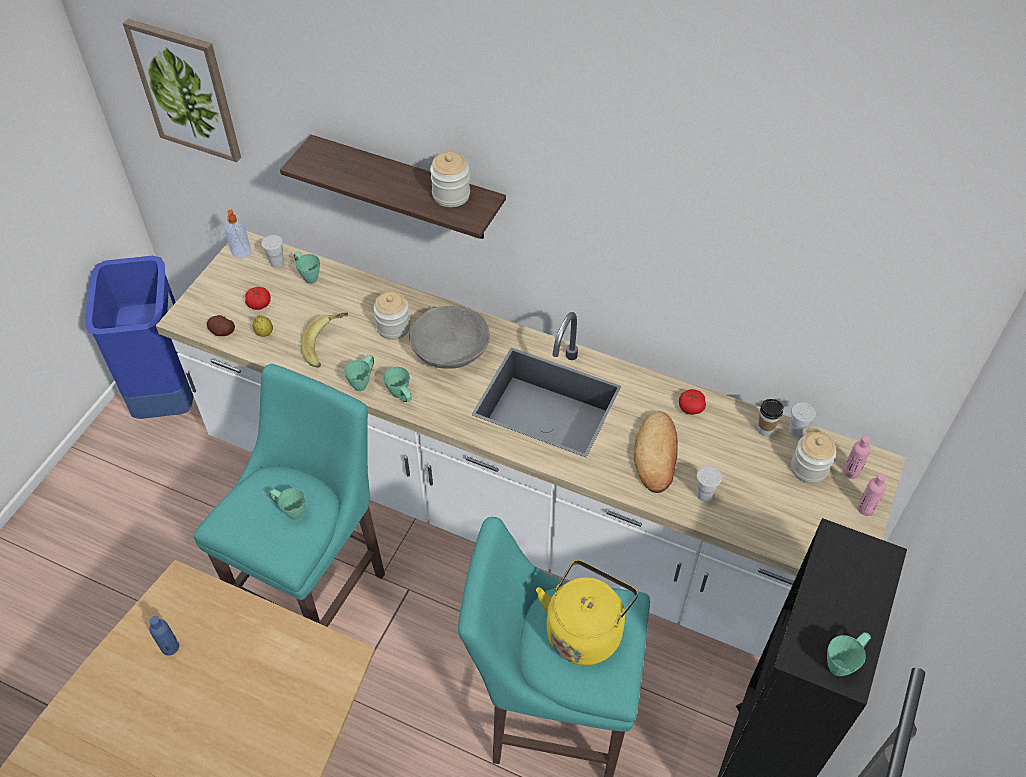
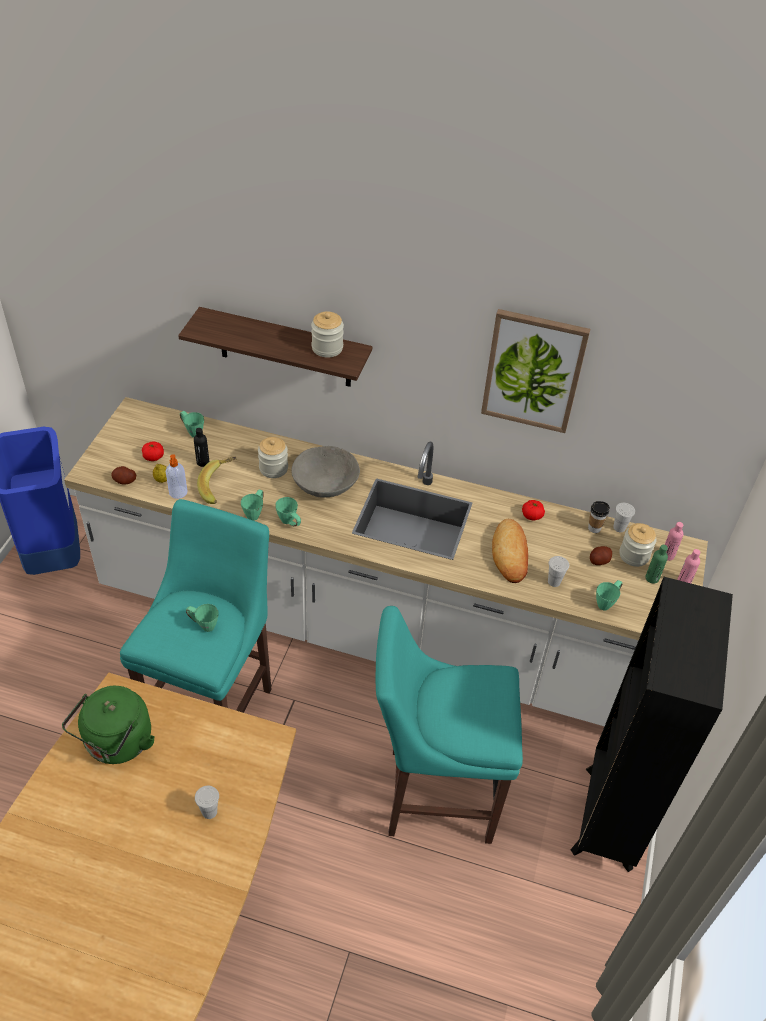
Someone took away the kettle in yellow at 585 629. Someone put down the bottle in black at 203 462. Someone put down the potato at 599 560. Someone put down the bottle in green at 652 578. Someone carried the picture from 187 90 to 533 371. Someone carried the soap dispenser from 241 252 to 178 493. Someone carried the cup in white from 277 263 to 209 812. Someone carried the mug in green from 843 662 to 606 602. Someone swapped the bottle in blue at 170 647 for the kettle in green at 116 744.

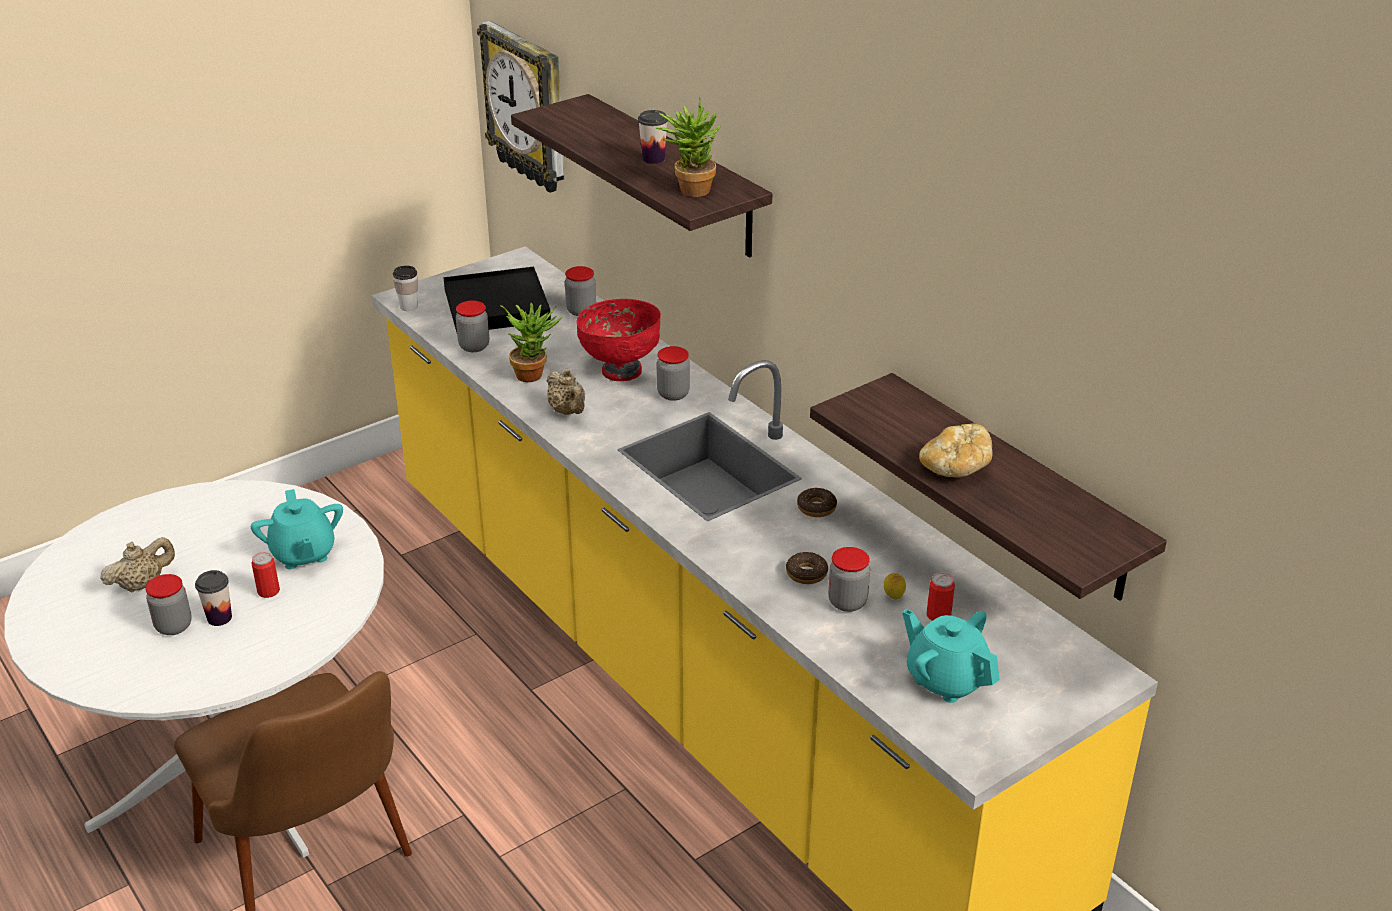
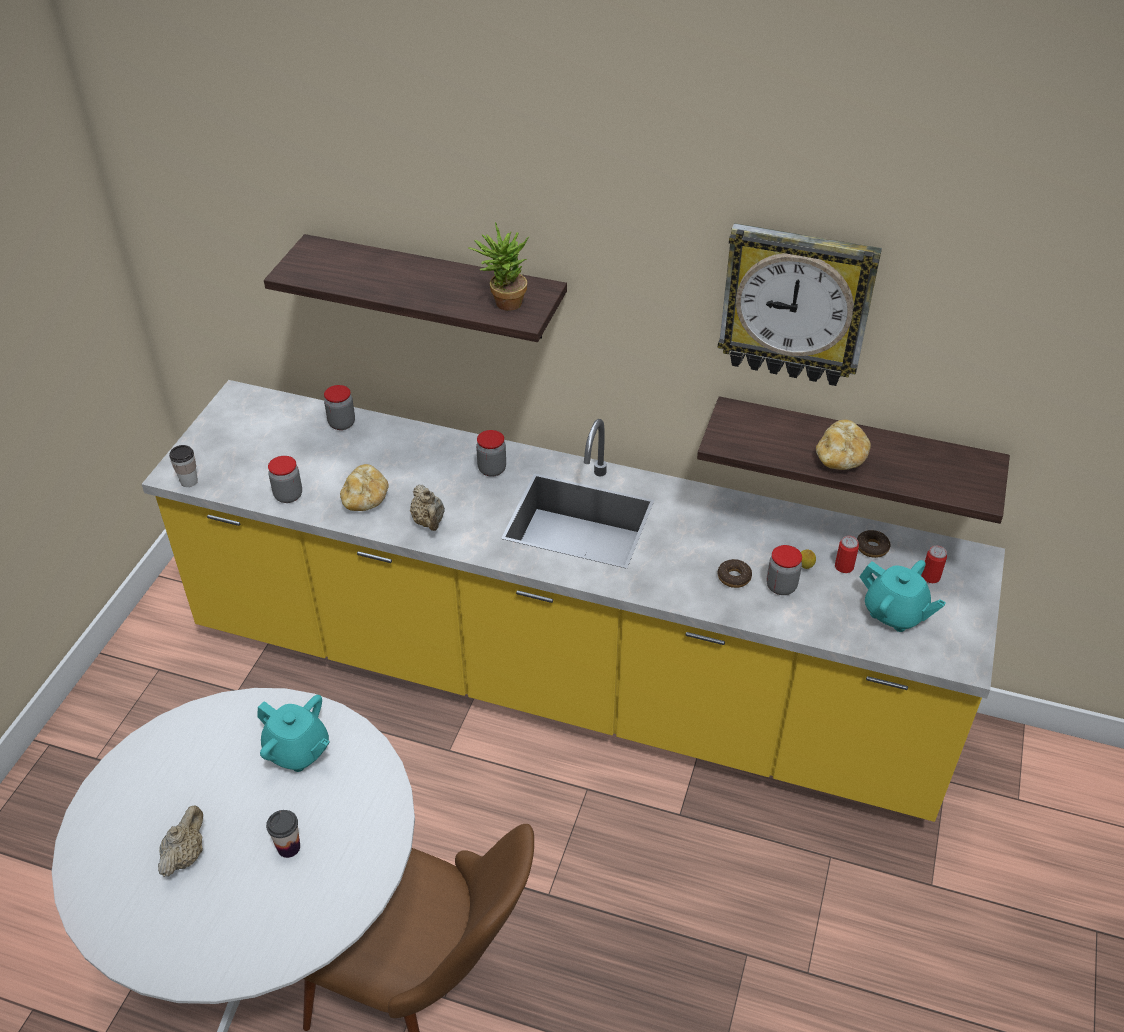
Someone took away the jar at 173 626. Someone took away the tray in black at 497 305. Someone took away the bowl in red at 621 370. Someone took away the cup at 653 159. Someone carried the can from 268 591 to 930 577. Someone carried the wall clock from 528 107 to 796 305. Someone carried the donut from 816 508 to 872 547. Someone swapped the potted plant at 534 373 for the bread at 365 499. Someone rotated the teapot in beige at 568 411 by 45 degrees clockwise. Someone rotated the teapot in turquoise at 946 679 by 150 degrees counterclockwise.

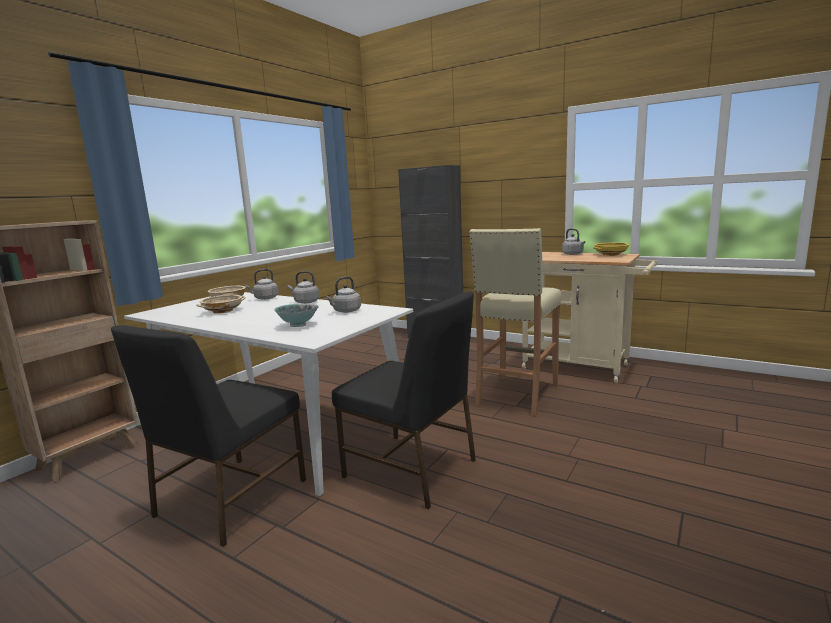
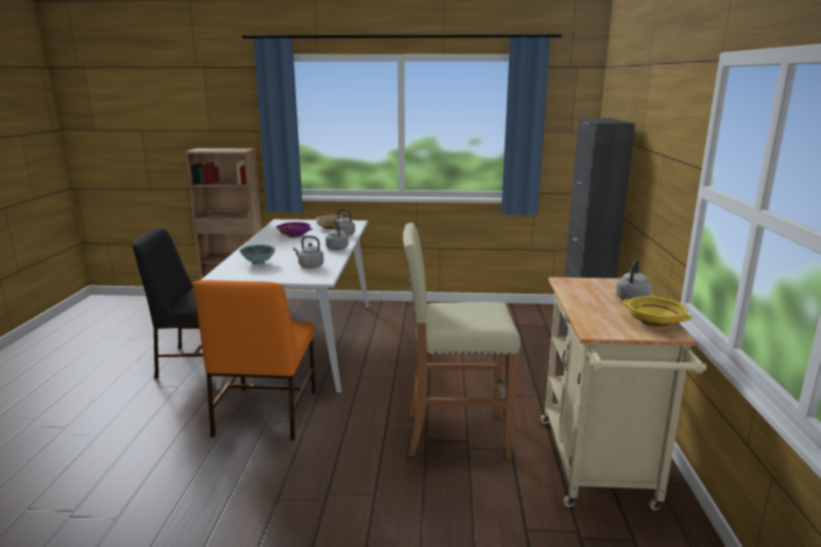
Someone repainted the bowl in beige at 223 311, which became the bowl in purple at 295 235. Someone repainted the chair in black at 411 469, which became the chair in orange at 265 414.

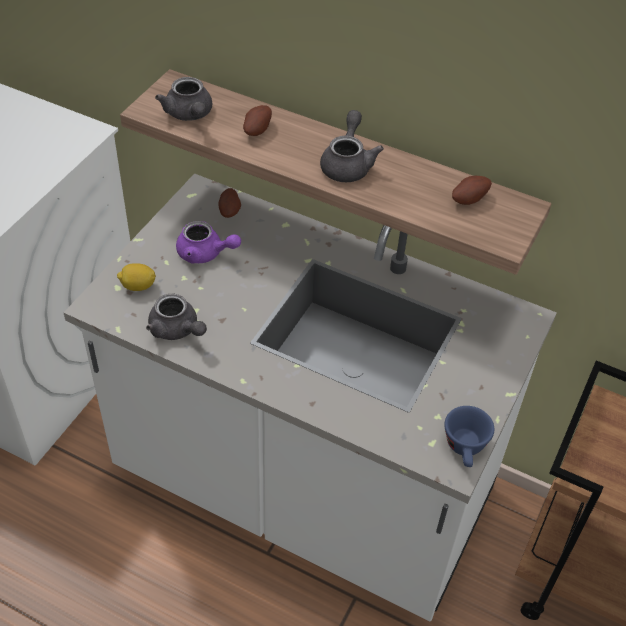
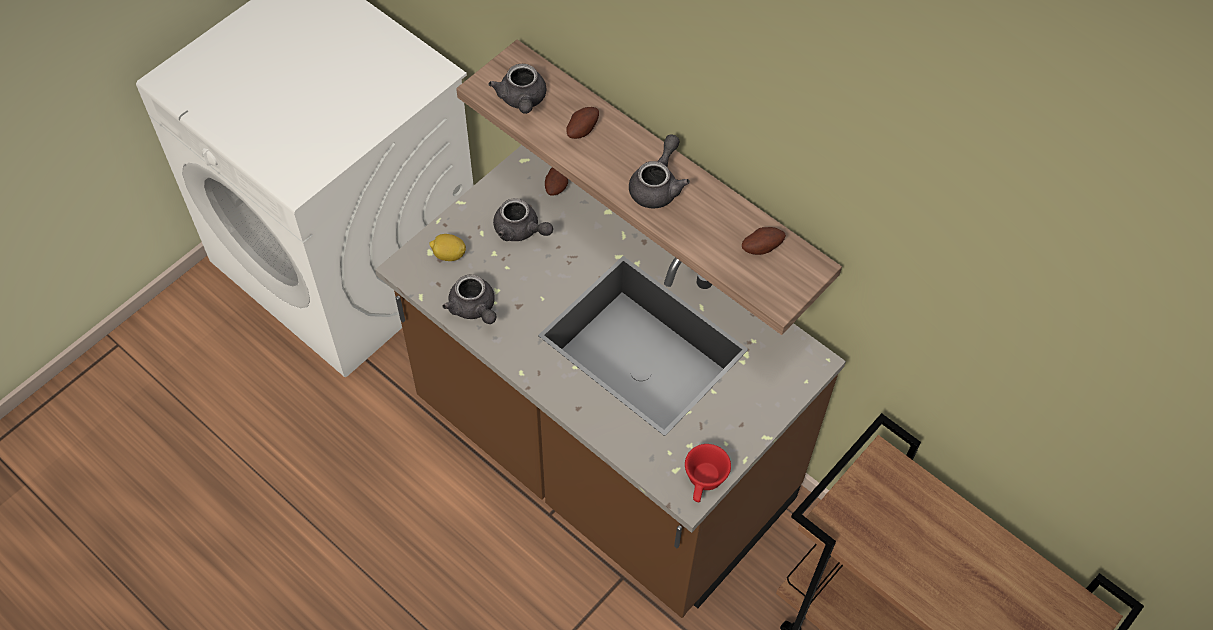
Someone repainted the counter in white at 303 487, which became the counter in brown at 602 456. Someone repainted the teapot in purple at 205 254, which became the teapot in grey at 521 230. Someone repainted the cup in blue at 465 449, which became the cup in red at 704 482.

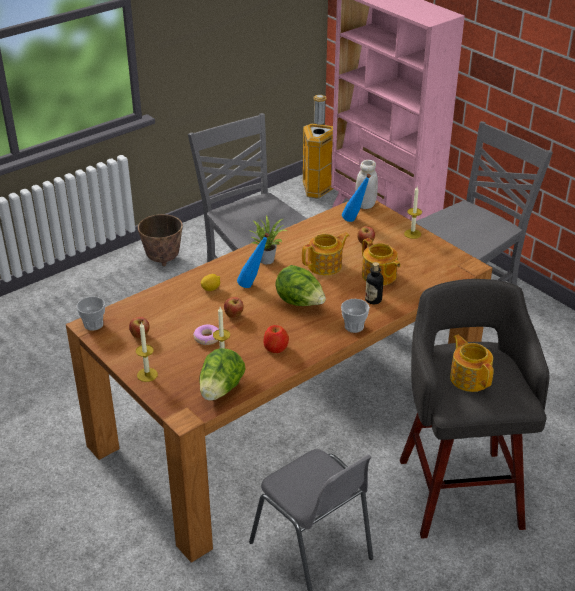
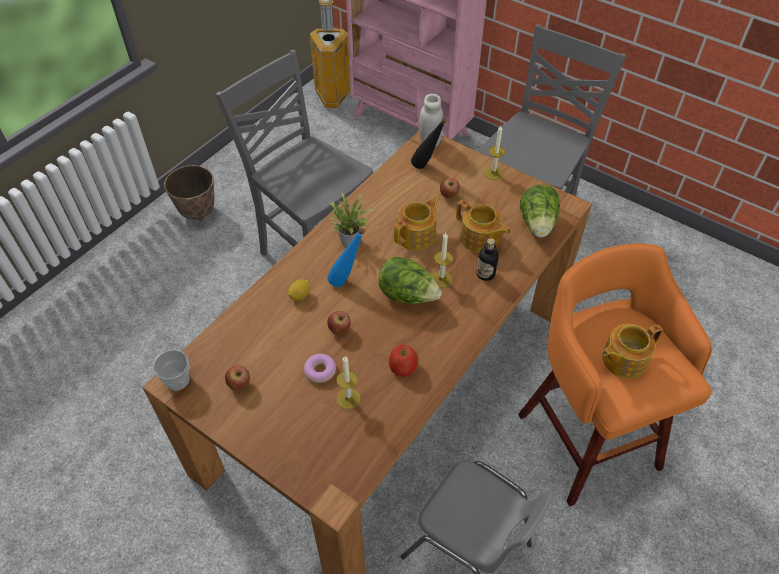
Someone took away the cup at 354 326. Someone carried the candle from 147 375 to 441 279. Someone carried the lettuce from 221 390 to 537 224. Someone repainted the bottle in blue at 355 221, which became the bottle in black at 427 167. Someone repainted the stool in grey at 459 489, which became the stool in orange at 586 436. Someone rotated the teapot at 469 378 by 75 degrees counterclockwise.

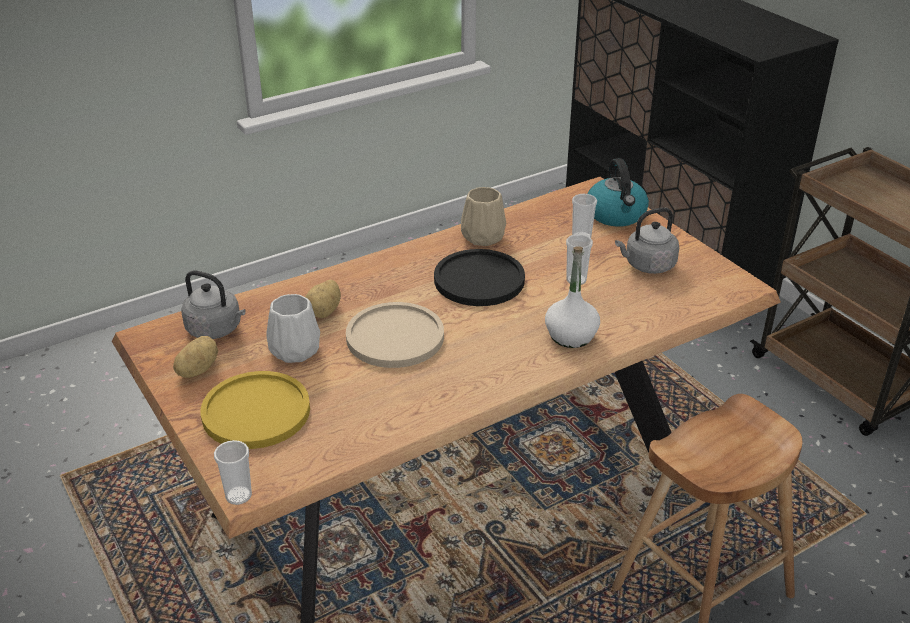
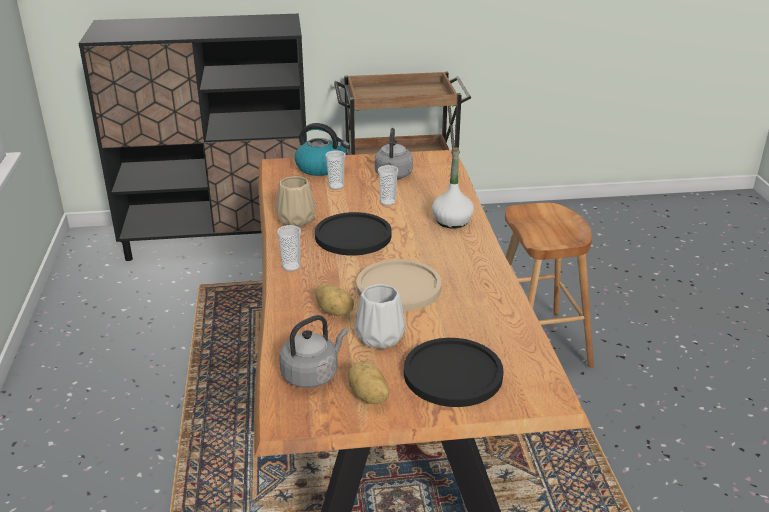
Someone carried the cup from 238 495 to 291 267. Someone repainted the plate in yellow at 256 412, which became the plate in black at 453 374.

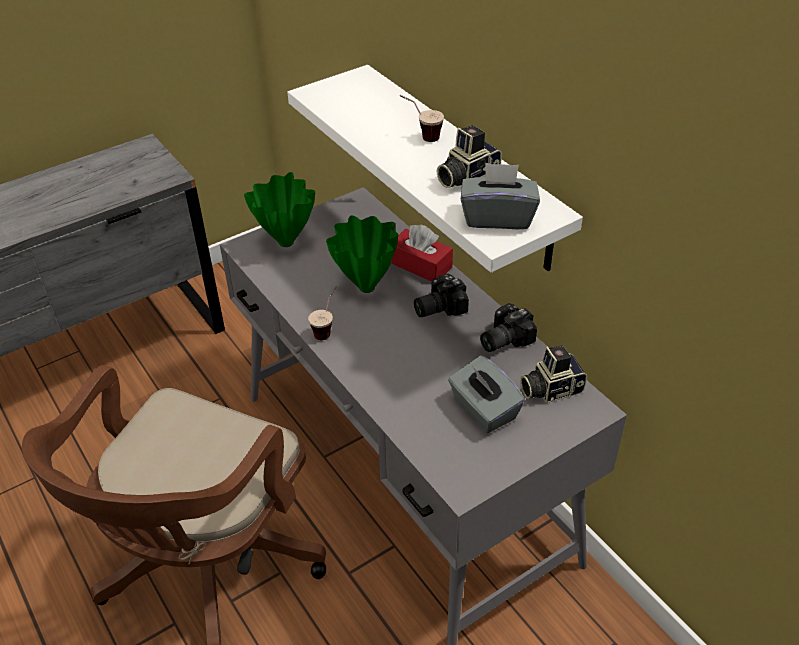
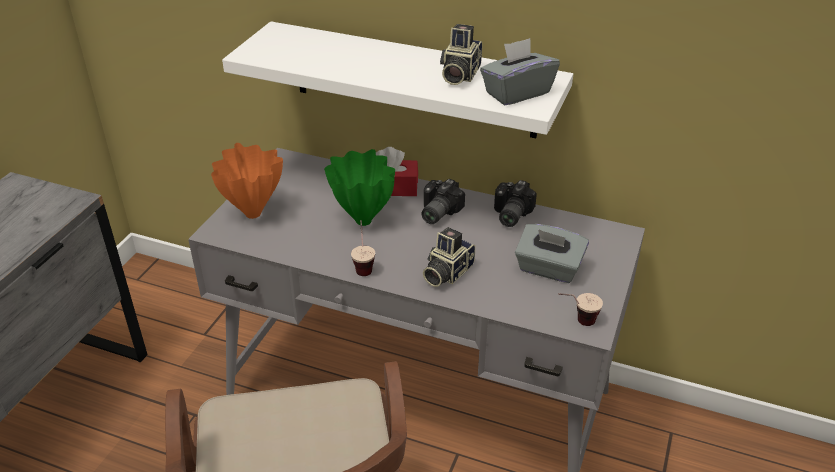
Someone carried the cup from 421 136 to 576 322. Someone carried the photo camera from 550 388 to 446 272. Someone repainted the vase in green at 285 243, which became the vase in orange at 253 214.

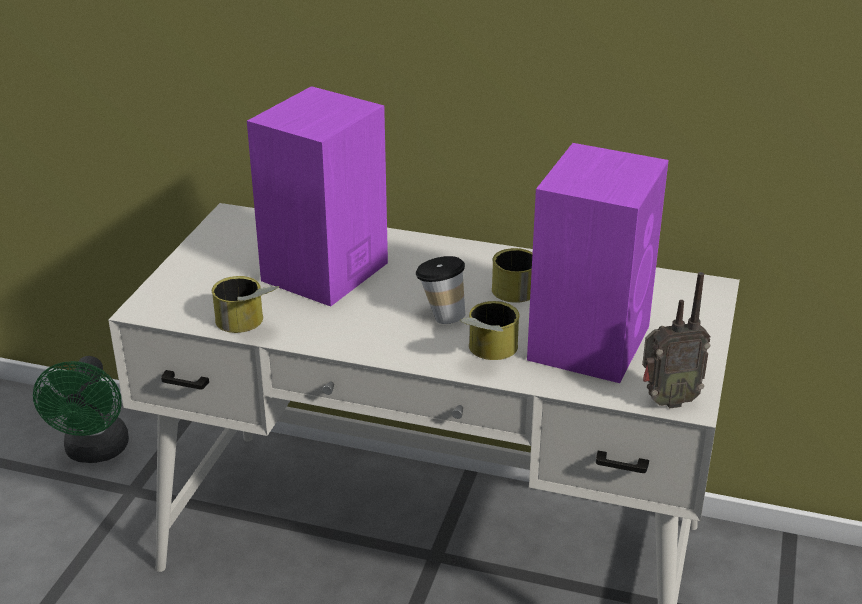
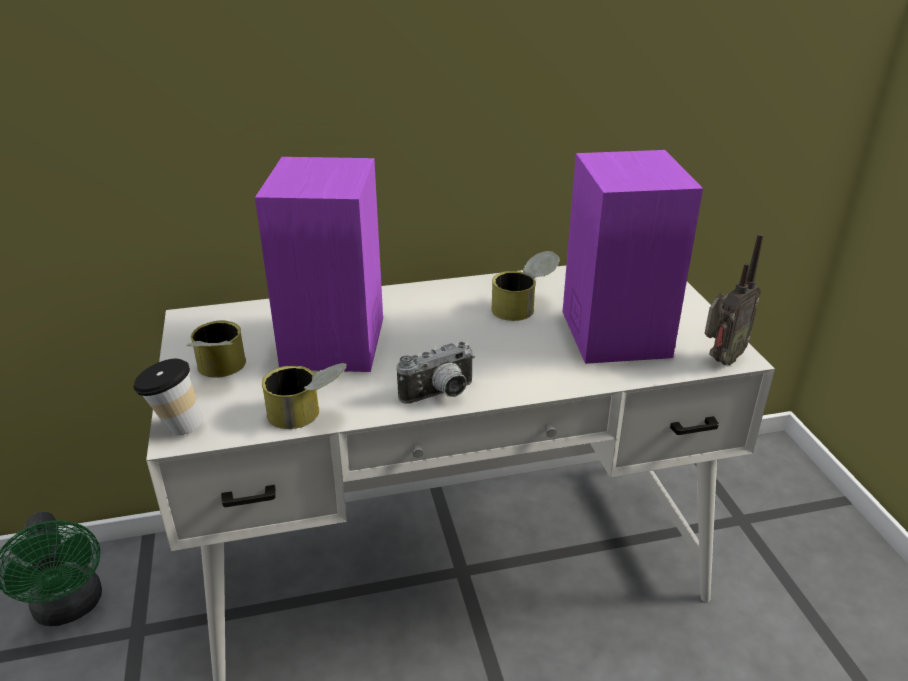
Someone put down the photo camera at 440 395. Someone carried the cup from 441 316 to 175 426. Someone carried the can from 487 354 to 219 372.

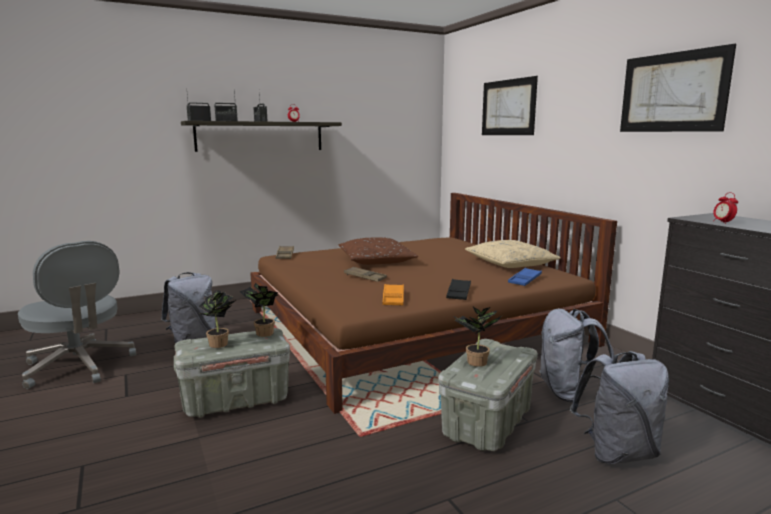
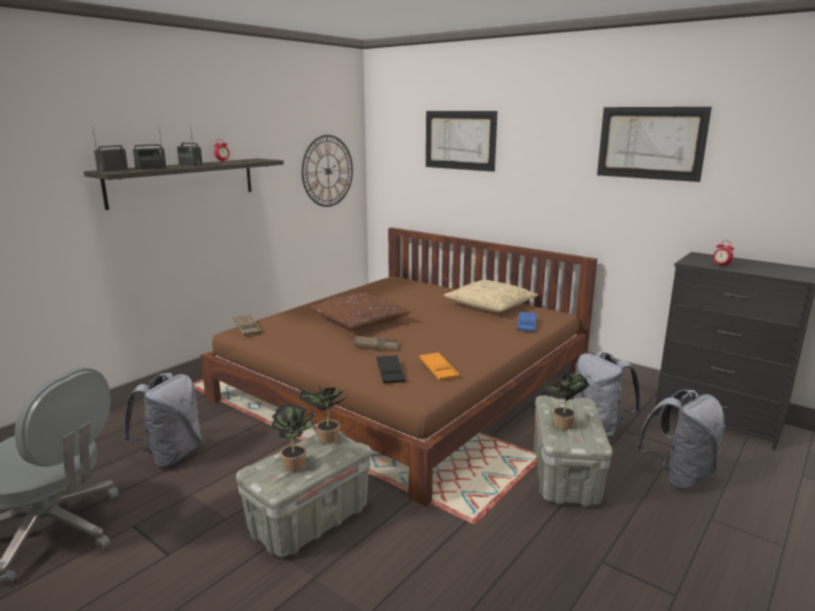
Someone put up the wall clock at 328 171. Someone carried the tray in black from 458 293 to 390 373.

